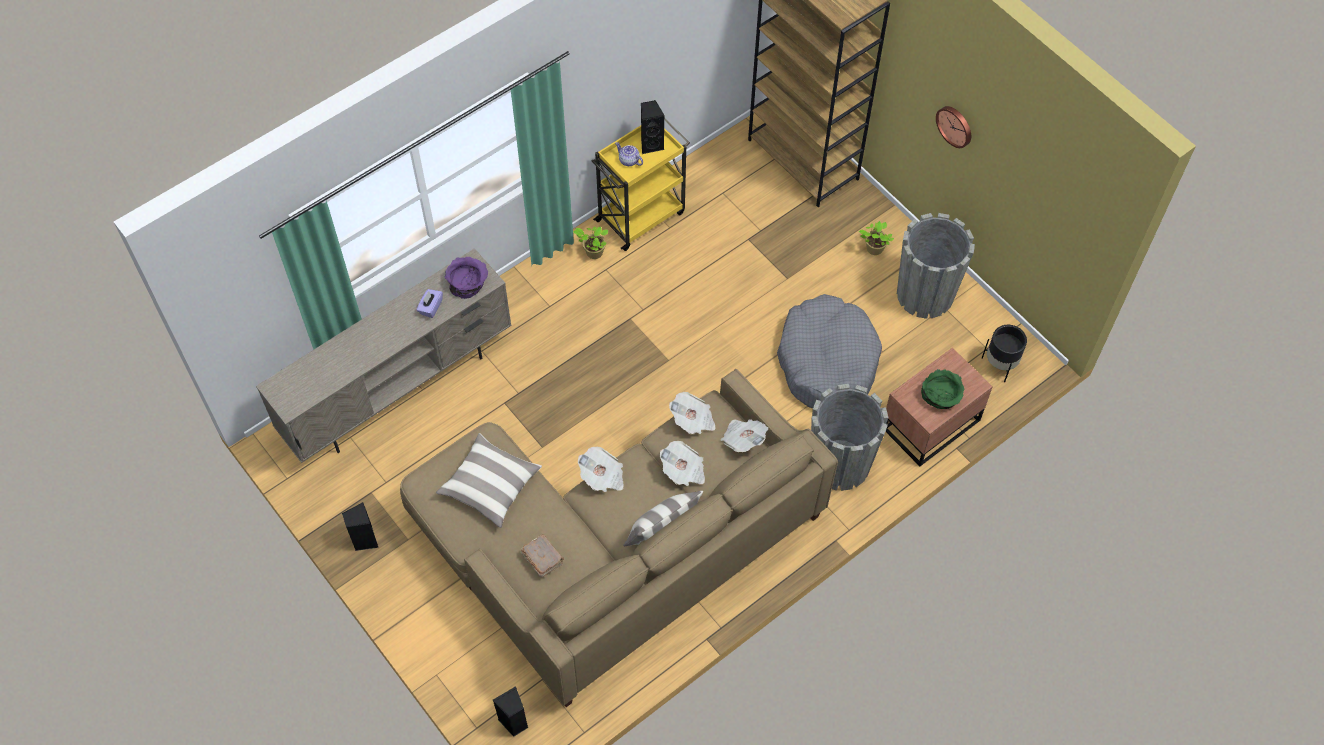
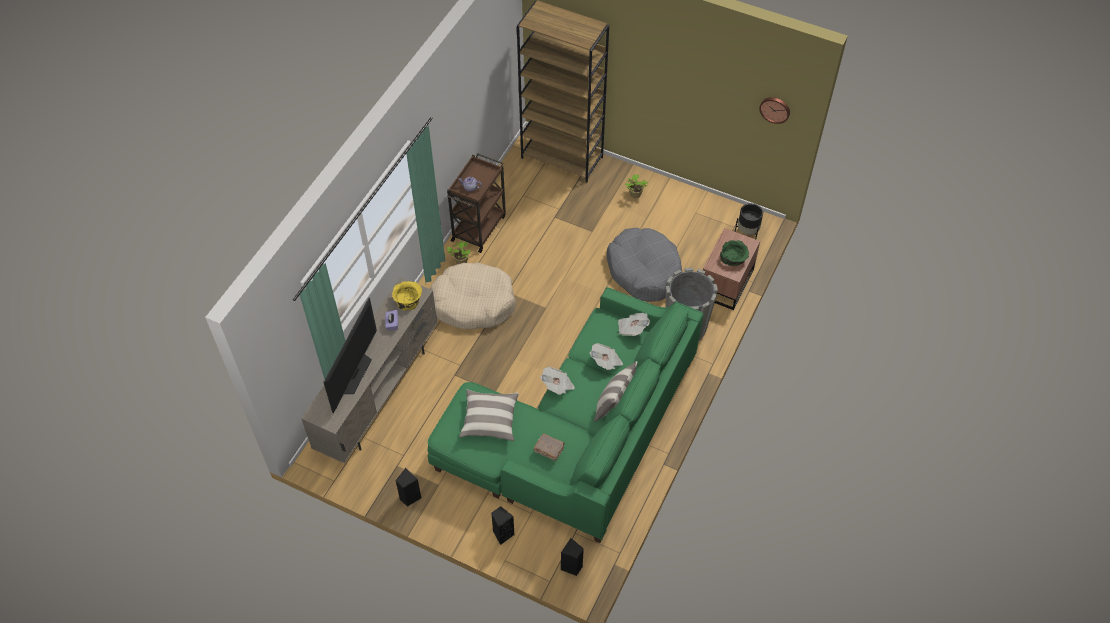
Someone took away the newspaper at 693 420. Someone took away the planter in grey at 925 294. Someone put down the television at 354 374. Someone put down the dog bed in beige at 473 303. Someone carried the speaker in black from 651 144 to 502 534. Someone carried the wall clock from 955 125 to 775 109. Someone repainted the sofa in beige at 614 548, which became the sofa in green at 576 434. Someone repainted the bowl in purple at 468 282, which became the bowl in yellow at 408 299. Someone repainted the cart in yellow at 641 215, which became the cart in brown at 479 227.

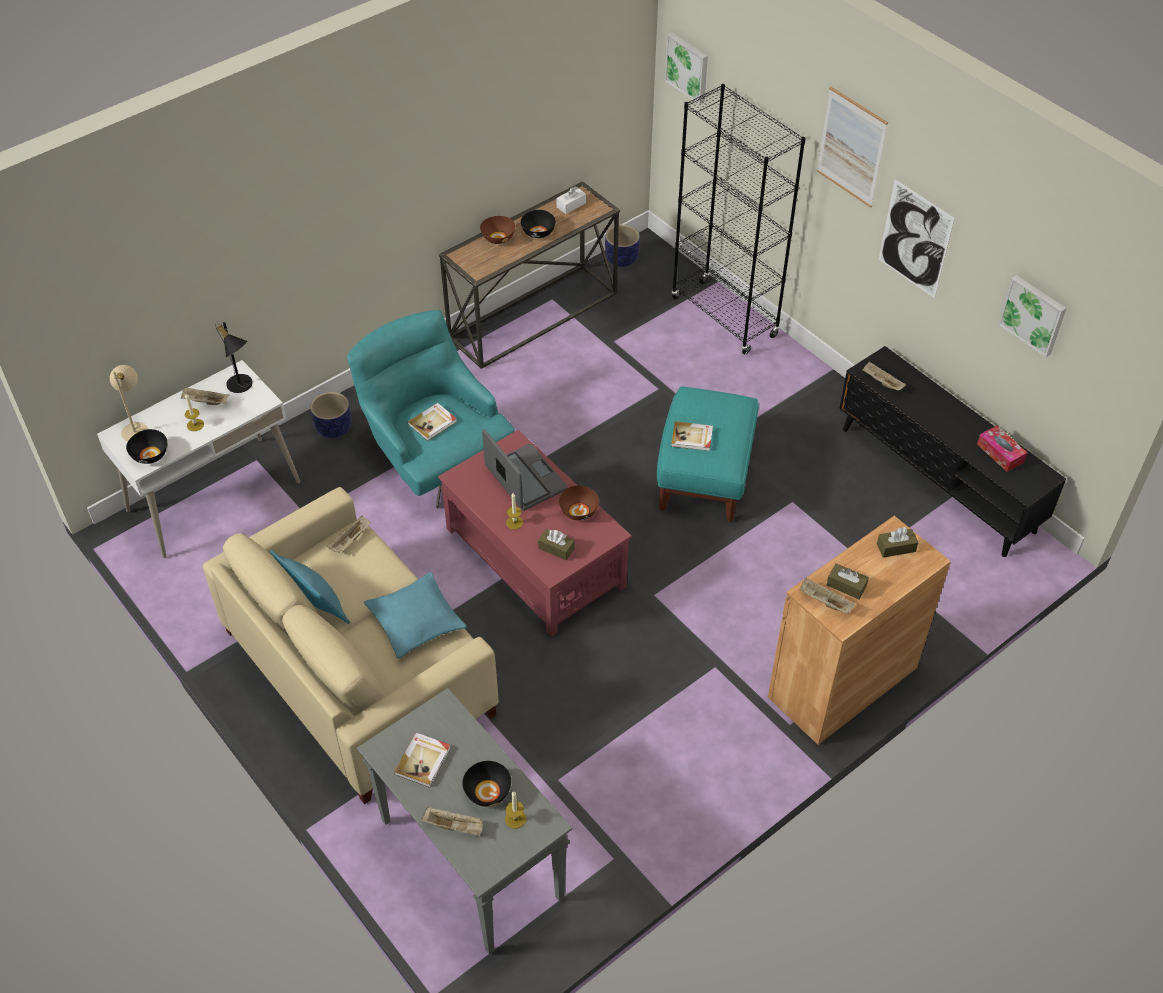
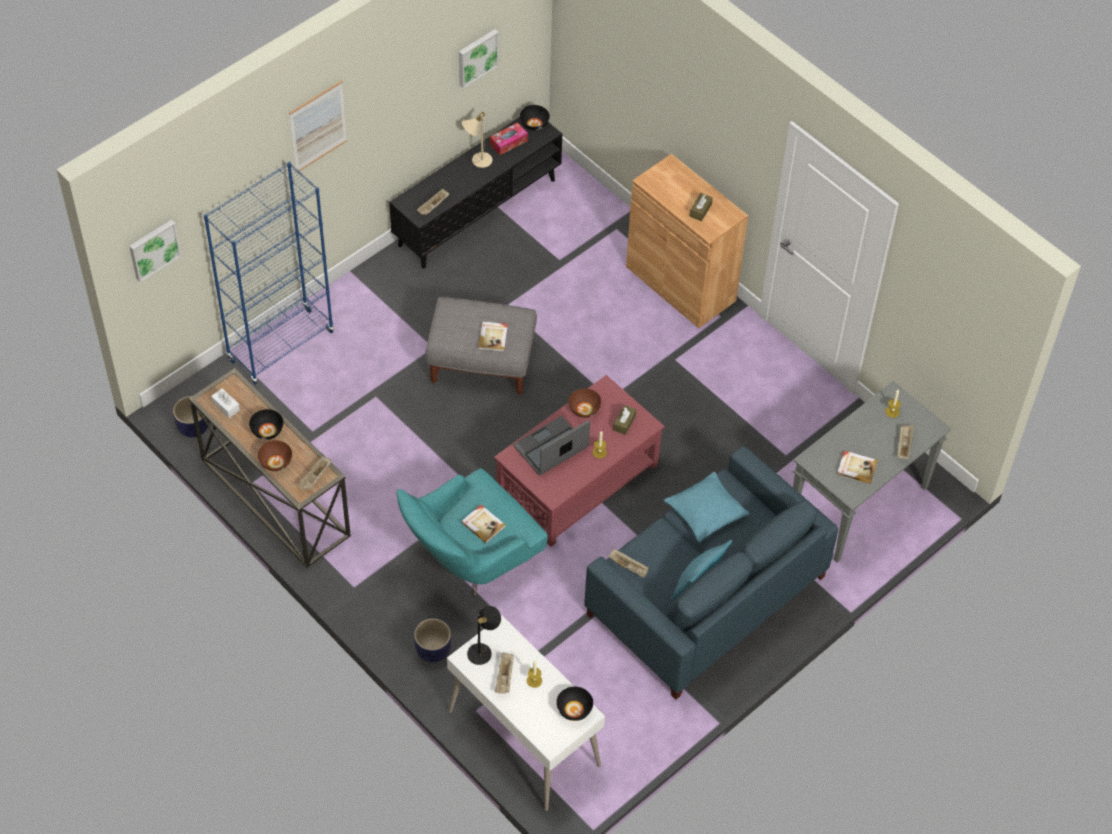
Someone took away the tissue box in brown at 896 547. Someone took away the picture at 915 239. Someone carried the table lamp in beige from 136 428 to 477 160. Someone carried the bowl in black from 488 791 to 534 124. Someone carried the tray in beige from 824 602 to 315 478. Someone repainted the sofa in beige at 359 670, which became the sofa in blue at 704 595. Someone repainted the ottoman in turquoise at 704 477, which became the ottoman in grey at 482 364. Someone repainted the bookcase in black at 724 317, which became the bookcase in blue at 281 346.

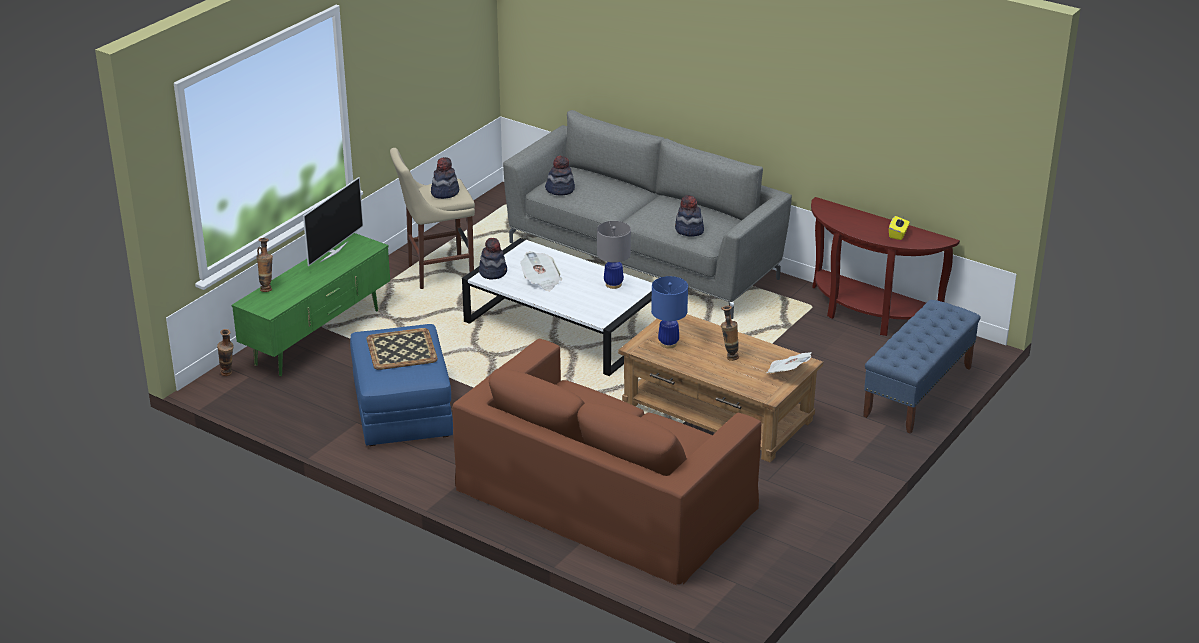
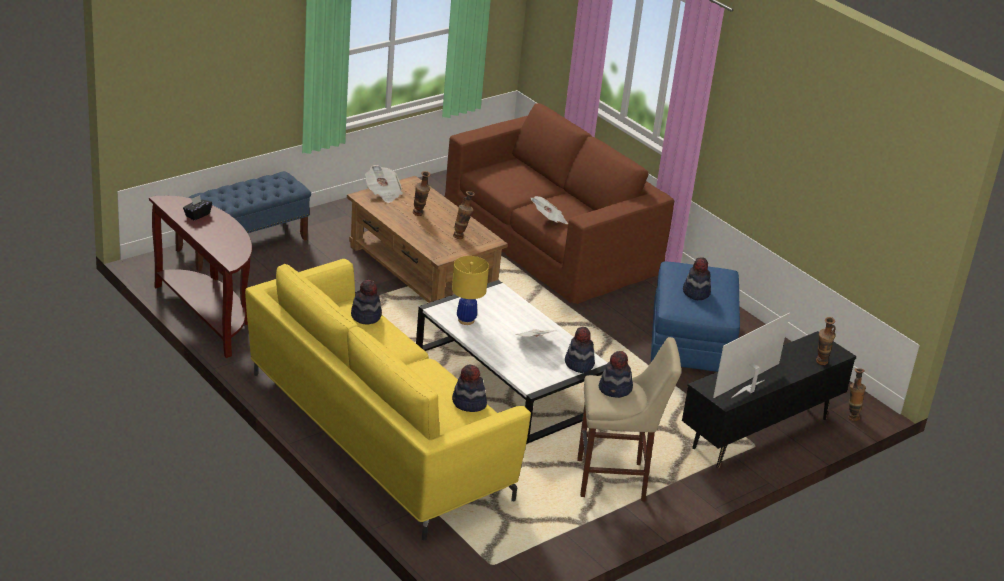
Someone put down the newspaper at 548 219. Someone swapped the tray at 402 349 for the hat at 696 292. Someone swapped the table lamp in blue at 668 343 for the vase at 461 237. Someone repainted the tv stand in green at 318 338, which became the tv stand in black at 759 433. Someone repainted the sofa in grey at 644 260, which became the sofa in yellow at 376 435. Someone repainted the table lamp in grey at 613 284, which became the table lamp in yellow at 466 320. Someone repainted the tissue box in yellow at 898 234, which became the tissue box in black at 197 215.

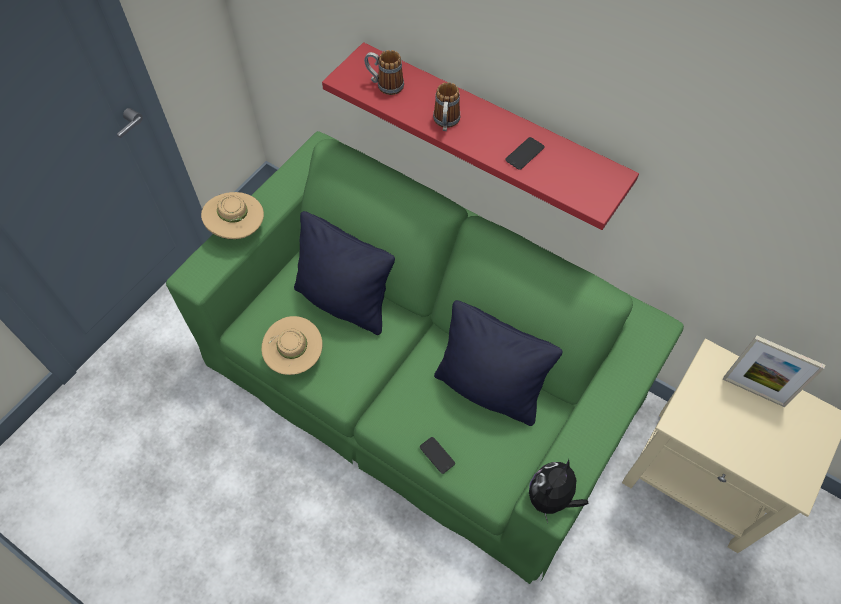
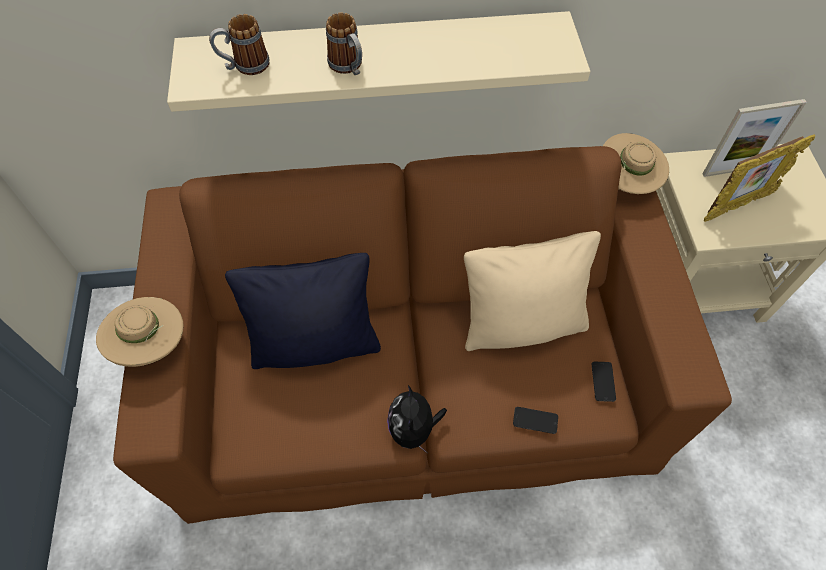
Someone put down the picture frame at 737 206. Someone carried the hat in beige from 295 356 to 626 181. Someone carried the phone from 524 154 to 603 381. Someone carried the plush toy from 551 498 to 414 429. Someone repainted the sofa in green at 421 378, which became the sofa in brown at 413 371. Someone repainted the shelf in red at 490 127, which became the shelf in beige at 377 57. Someone repainted the pillow in black at 489 388, which became the pillow in beige at 522 324.

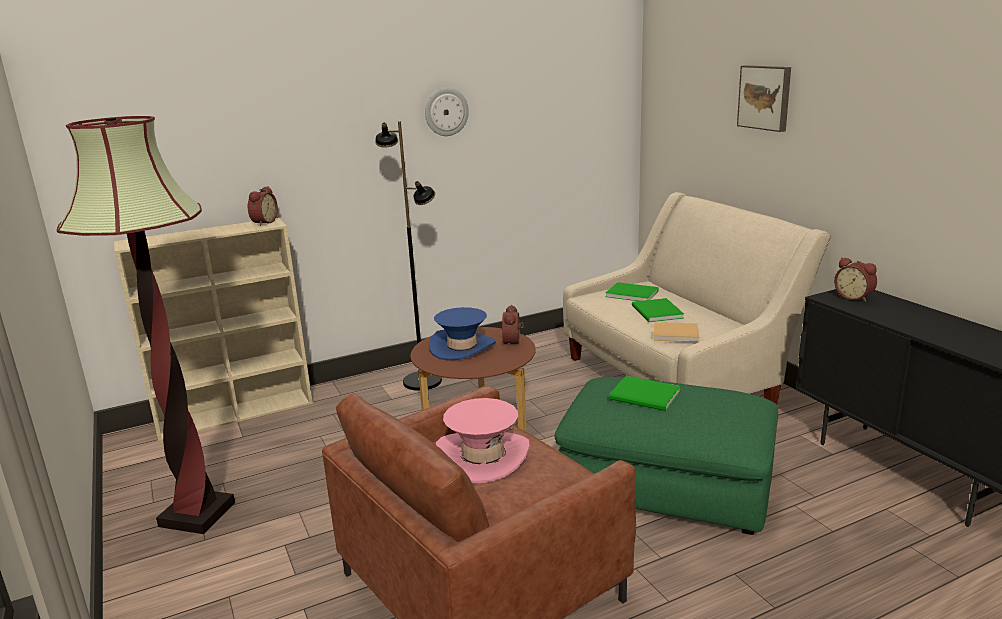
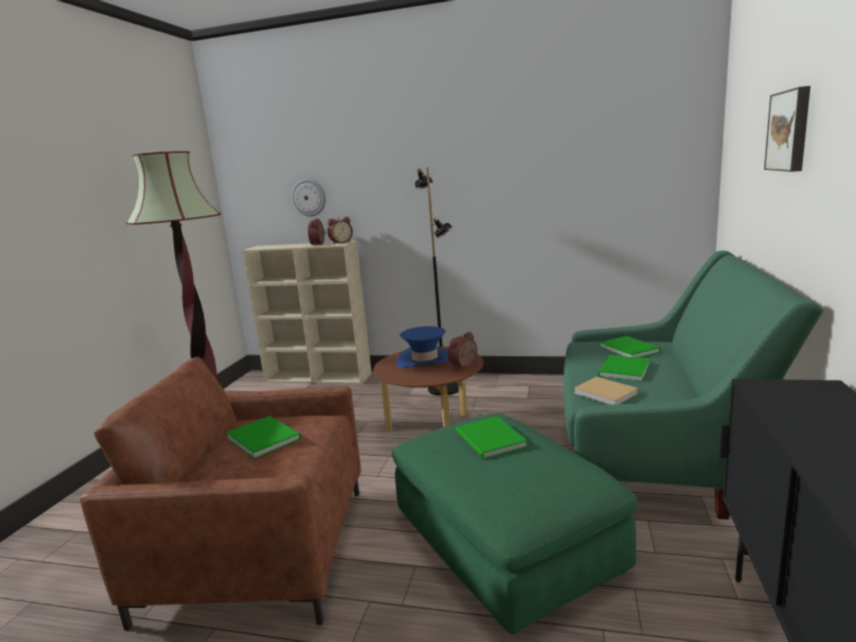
Someone carried the wall clock from 446 112 to 309 197. Someone carried the alarm clock from 854 297 to 319 244. Someone swapped the hat in pink at 483 456 for the book in green at 264 437. Someone repainted the sofa in beige at 676 379, which became the sofa in green at 655 450.

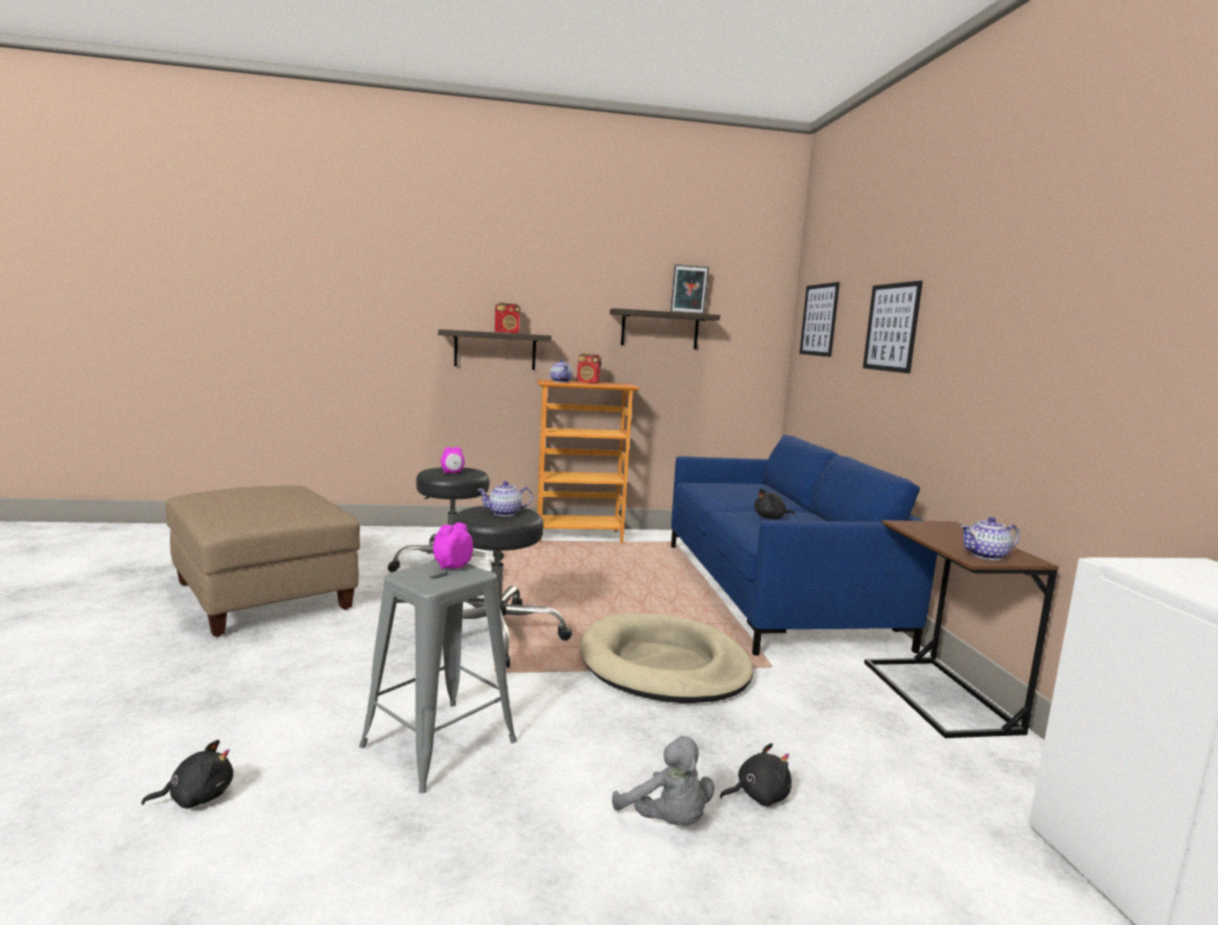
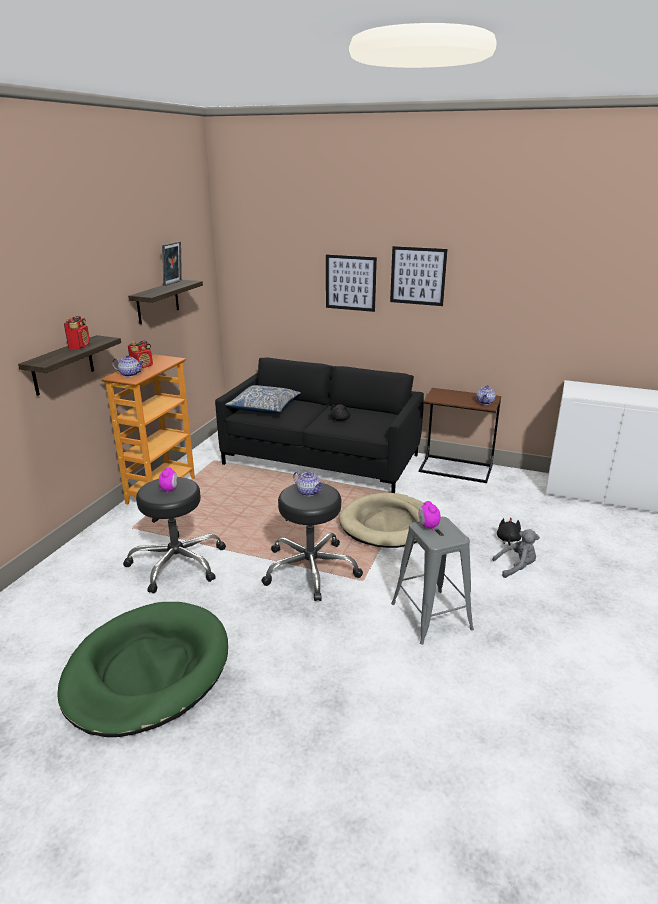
Someone took away the plush toy in black at 197 797. Someone put down the pillow at 264 407. Someone carried the picture from 819 320 to 418 276. Someone swapped the ottoman in beige at 262 596 for the dog bed in green at 147 671. Someone repainted the sofa in blue at 771 590, which became the sofa in black at 321 460. Someone rotated the teapot at 505 513 by 60 degrees counterclockwise.

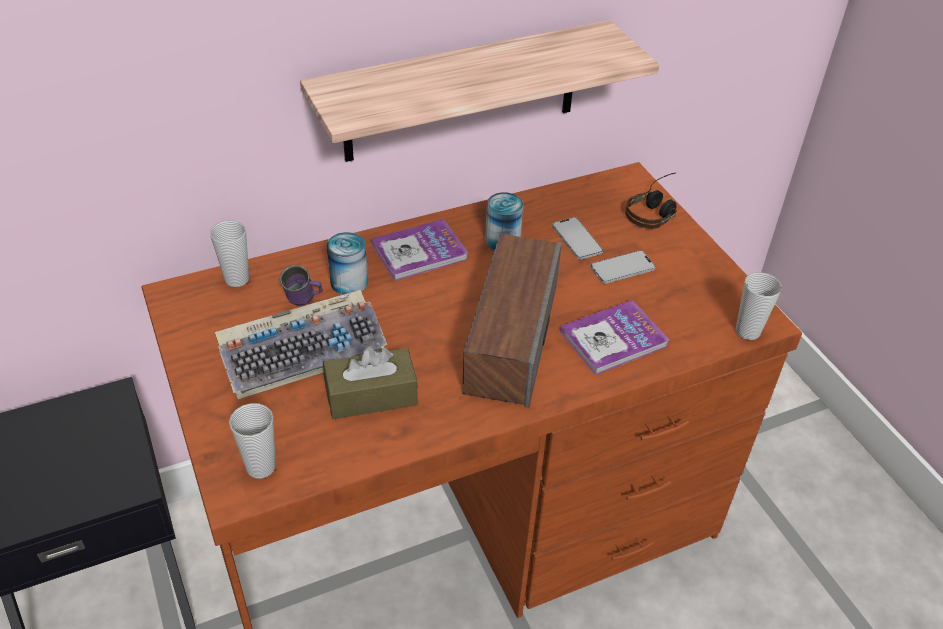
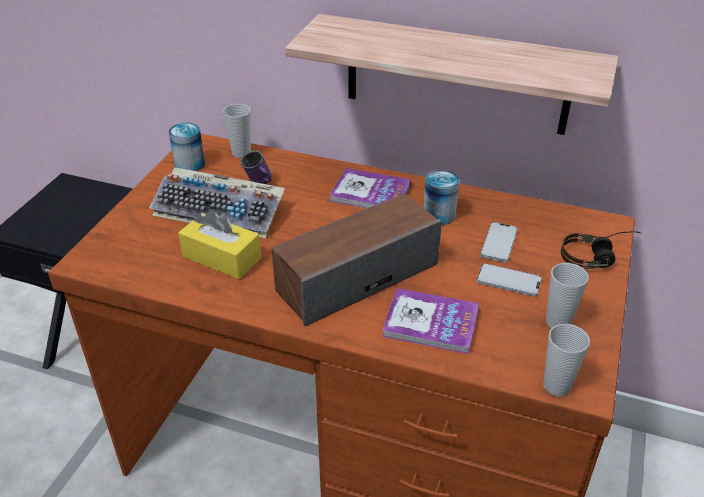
Someone carried the cup from 261 467 to 558 322. Someone carried the can from 349 282 to 189 164. Someone repainted the tissue box in brown at 371 395, which became the tissue box in yellow at 221 257.

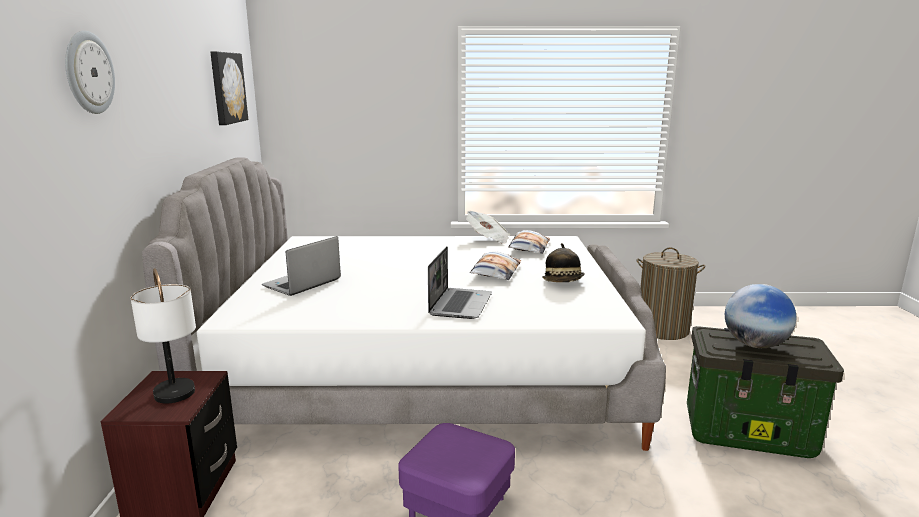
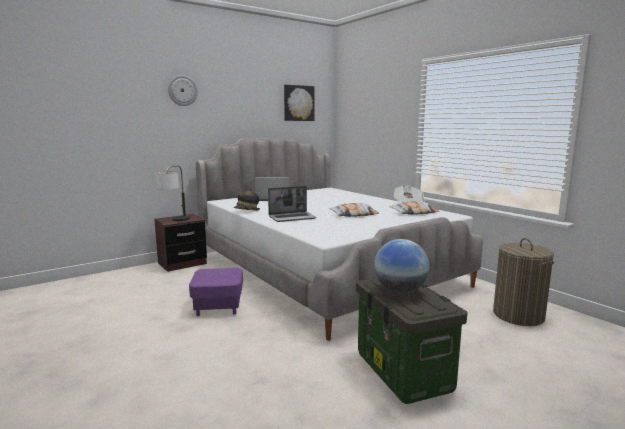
Someone carried the hat from 563 282 to 247 211.

